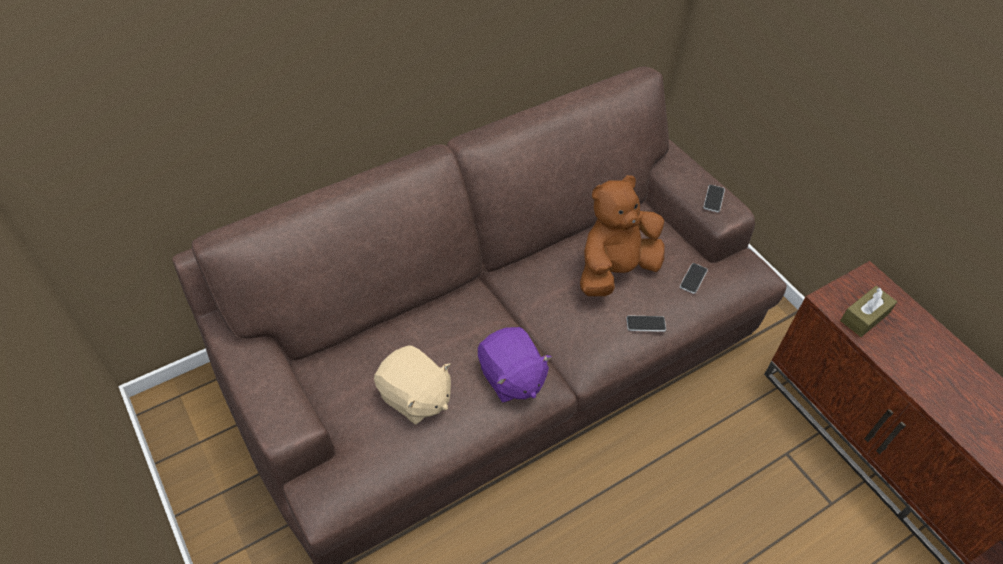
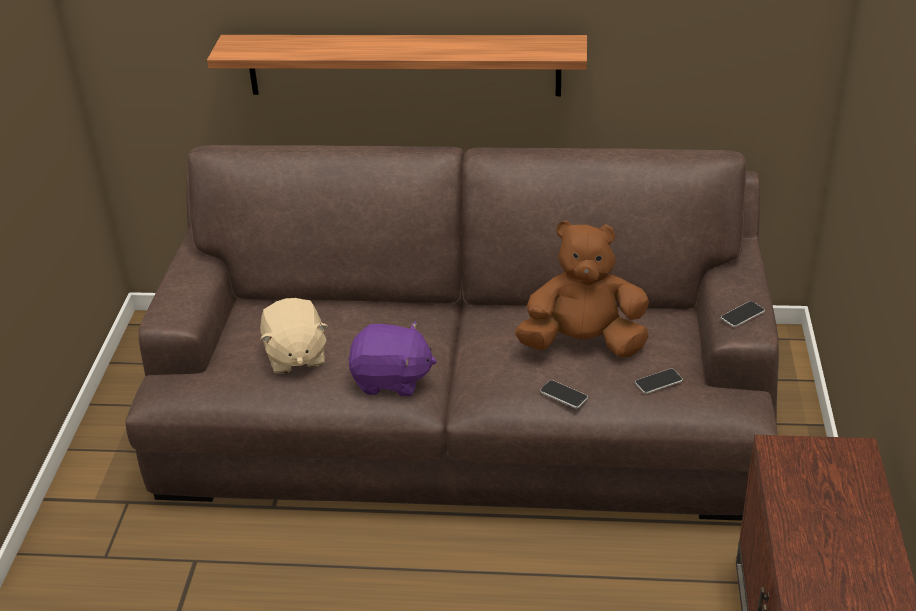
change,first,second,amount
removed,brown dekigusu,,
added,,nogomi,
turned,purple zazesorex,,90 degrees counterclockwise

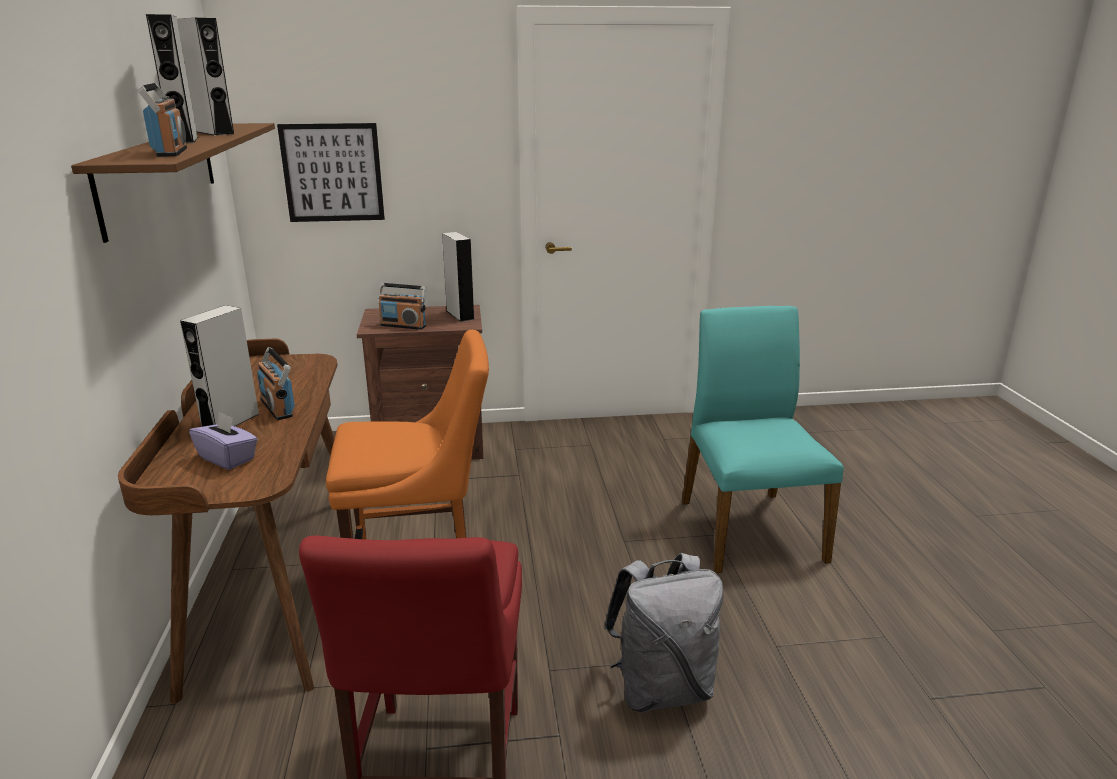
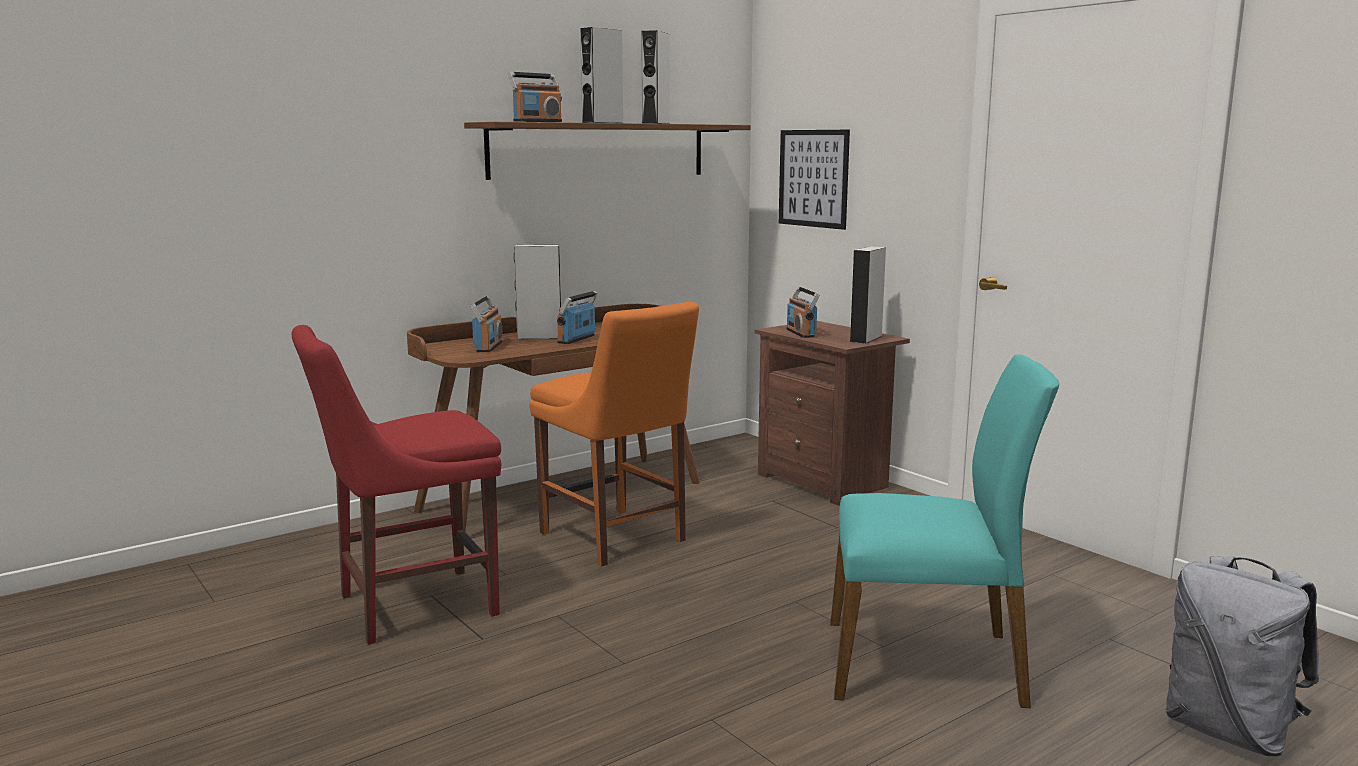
change,first,second,amount
moved,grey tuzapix,,
replaced,purple dekigusu,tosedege (1st from left),
turned,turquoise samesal,,45 degrees clockwise

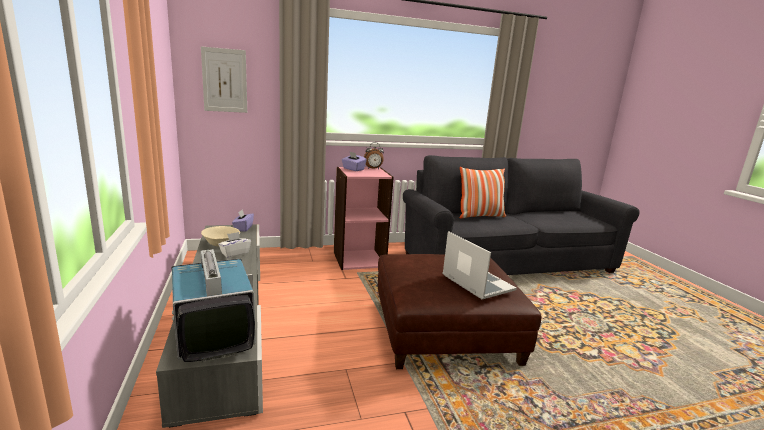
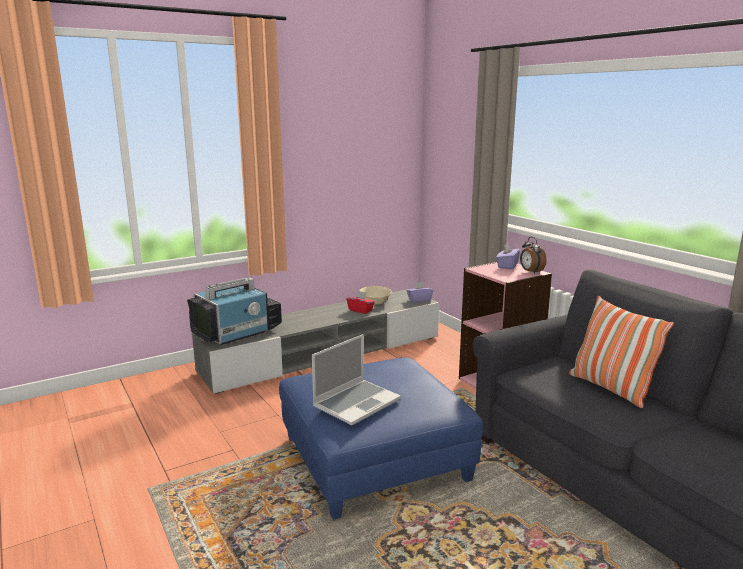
change,first,second,amount
removed,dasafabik,,
recoloured,white dekigusu,red dekigusu,
recoloured,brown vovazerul,blue vovazerul,

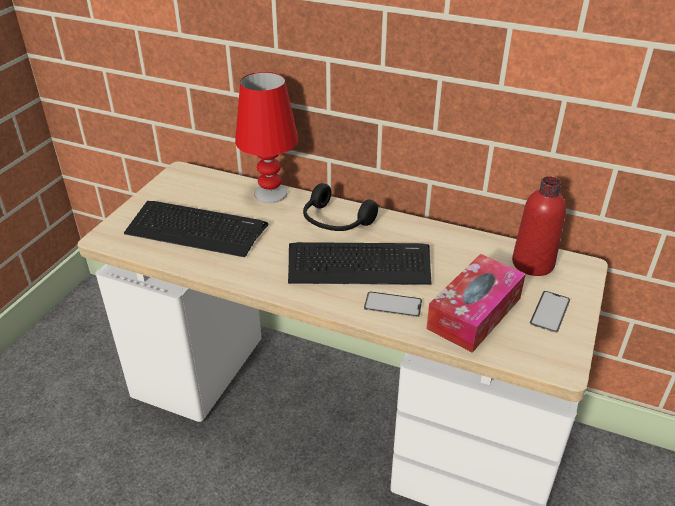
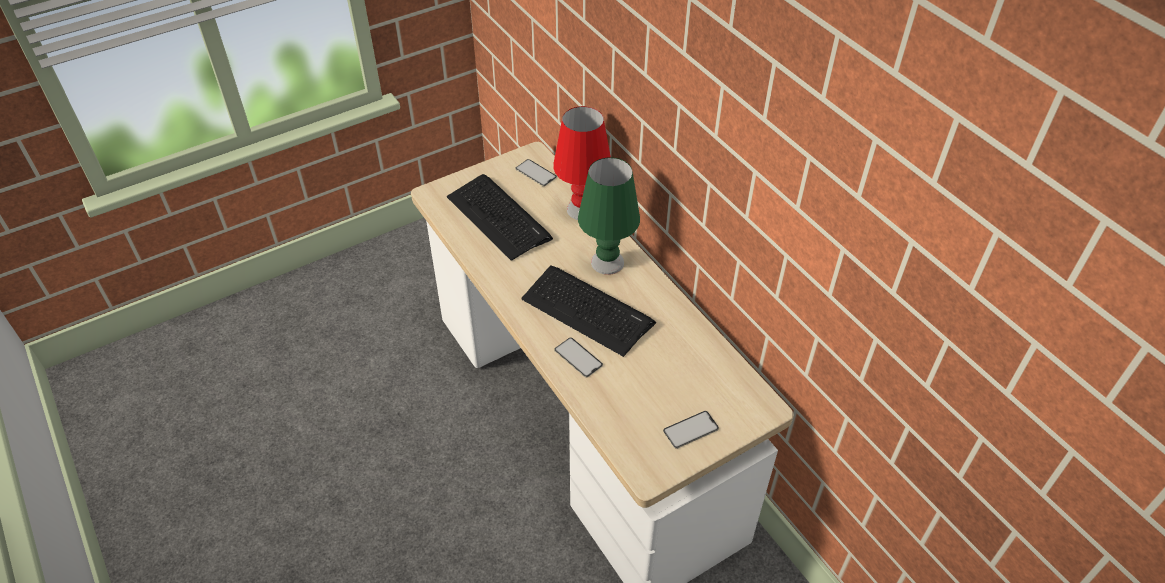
change,first,second,amount
removed,dekigusu,,
removed,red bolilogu,,
added,,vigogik (1st from left),
replaced,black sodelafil,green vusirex,

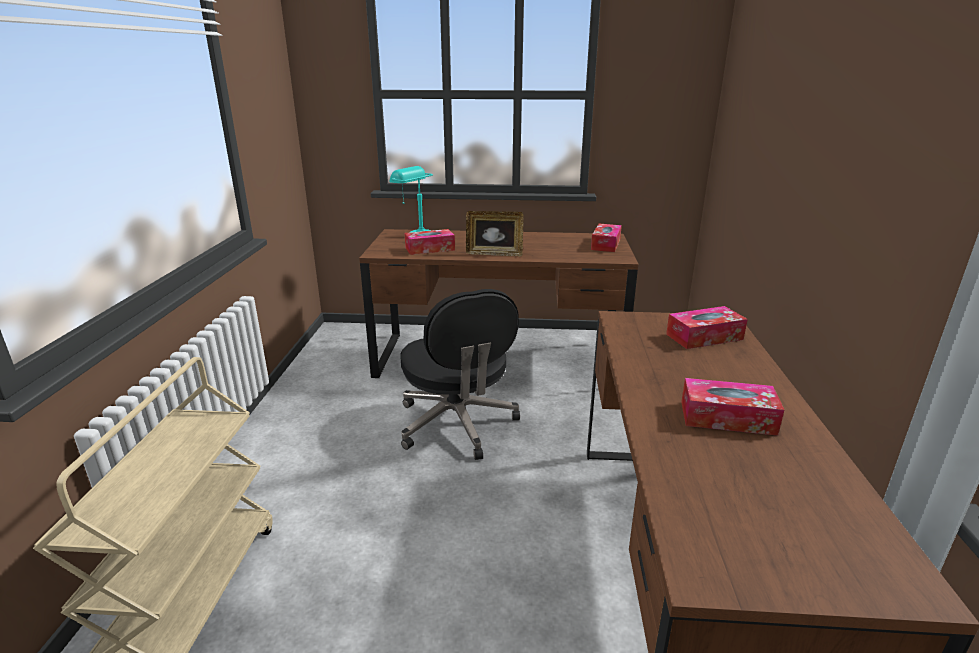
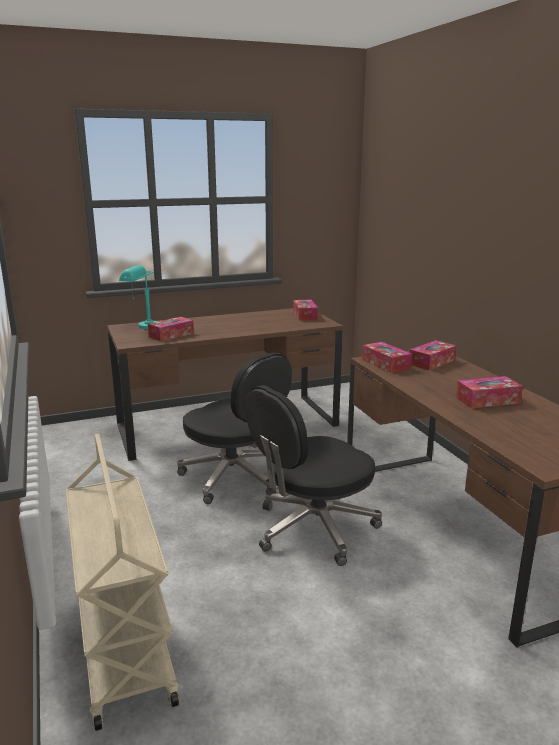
change,first,second,amount
removed,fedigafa,,
added,,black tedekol (2nd from left),
added,,dekigusu (3rd from left),

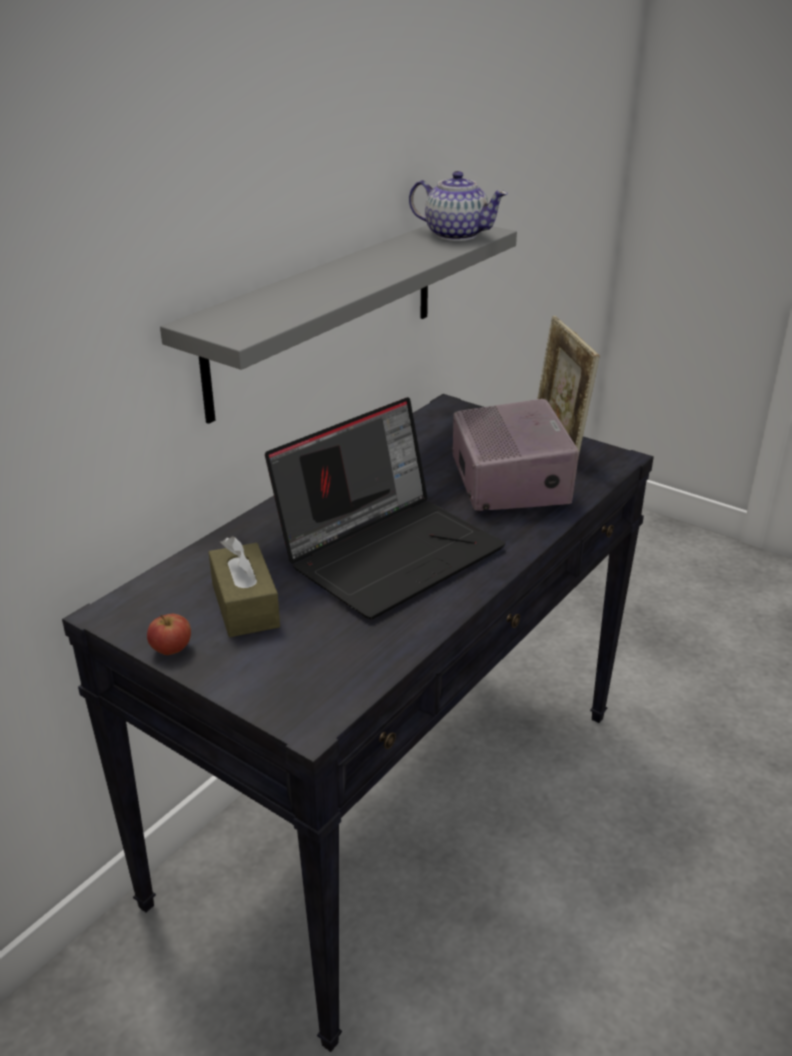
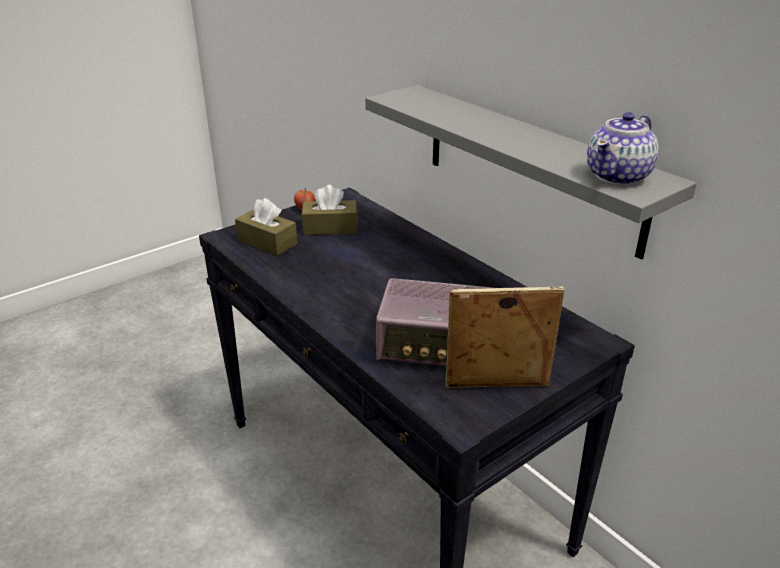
change,first,second,amount
removed,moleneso,,
added,,brown dekigusu (1st from left),

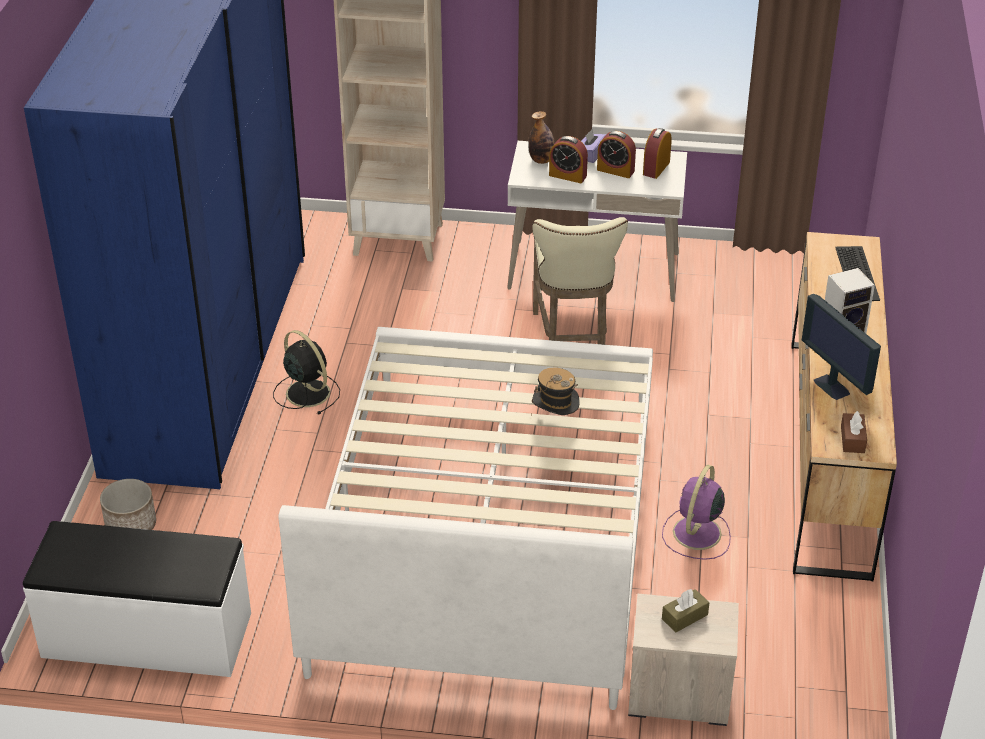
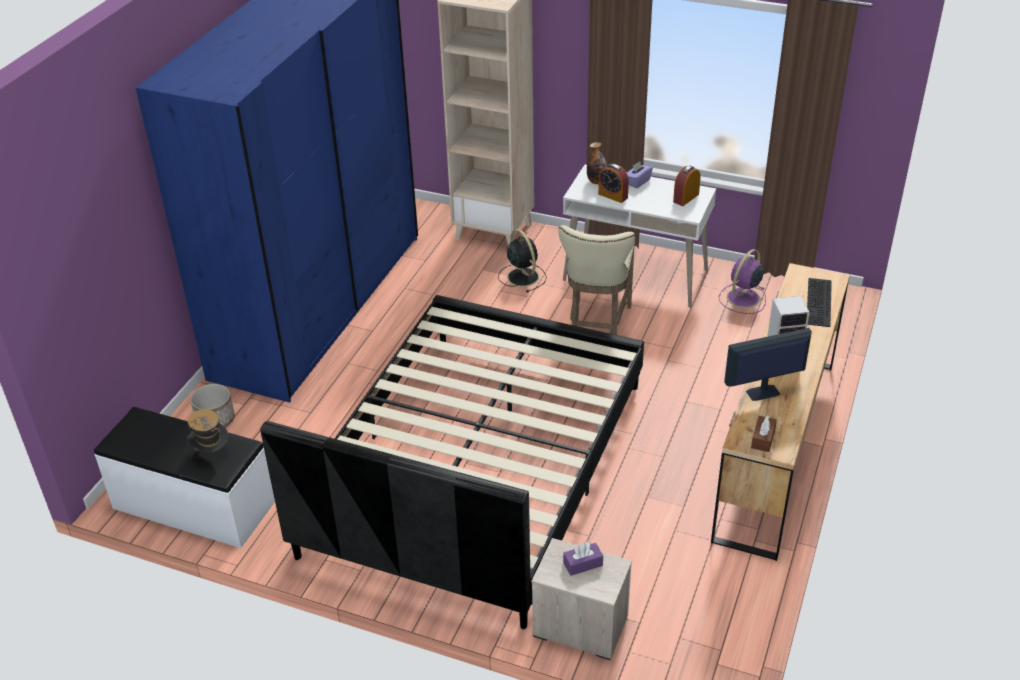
change,first,second,amount
removed,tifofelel (2nd from left),,
moved,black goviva,,
moved,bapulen,,
moved,purple goviva,,
recoloured,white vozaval,black vozaval,
recoloured,brown dekigusu (1st from left),purple dekigusu (1st from left),
turned,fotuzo,,90 degrees clockwise

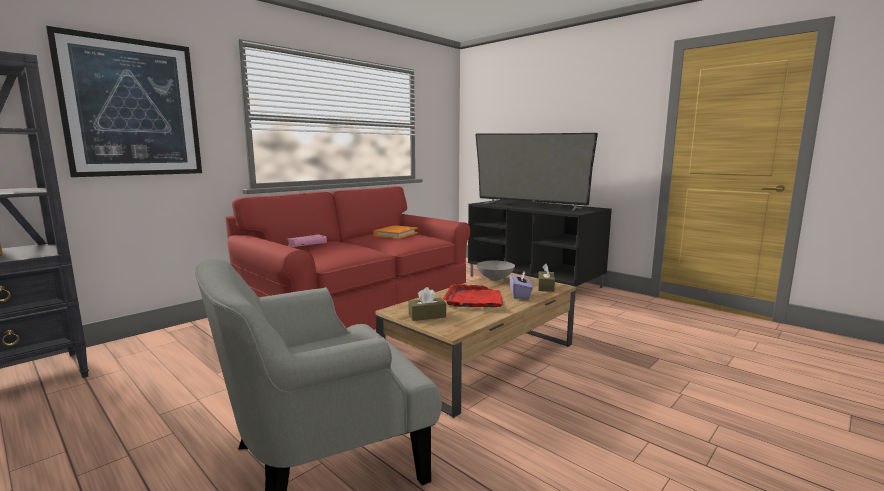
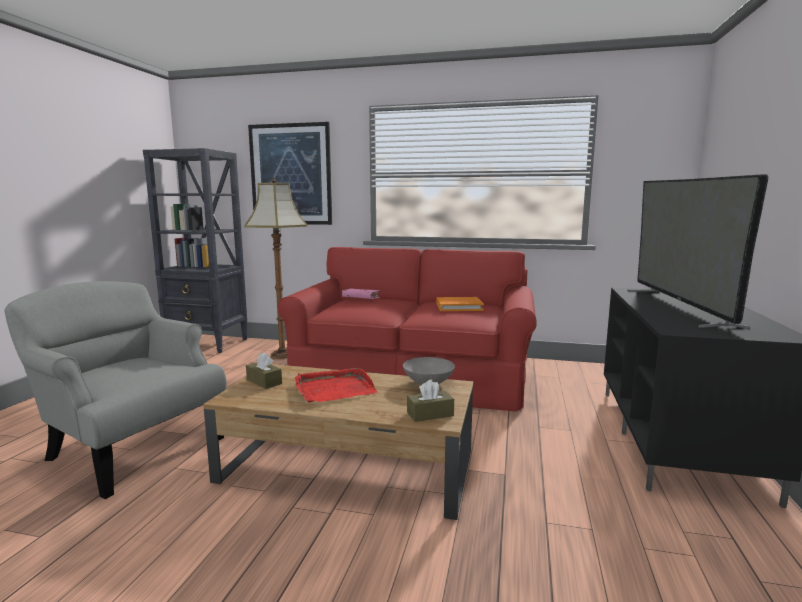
change,first,second,amount
removed,purple dekigusu,,
added,,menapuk,

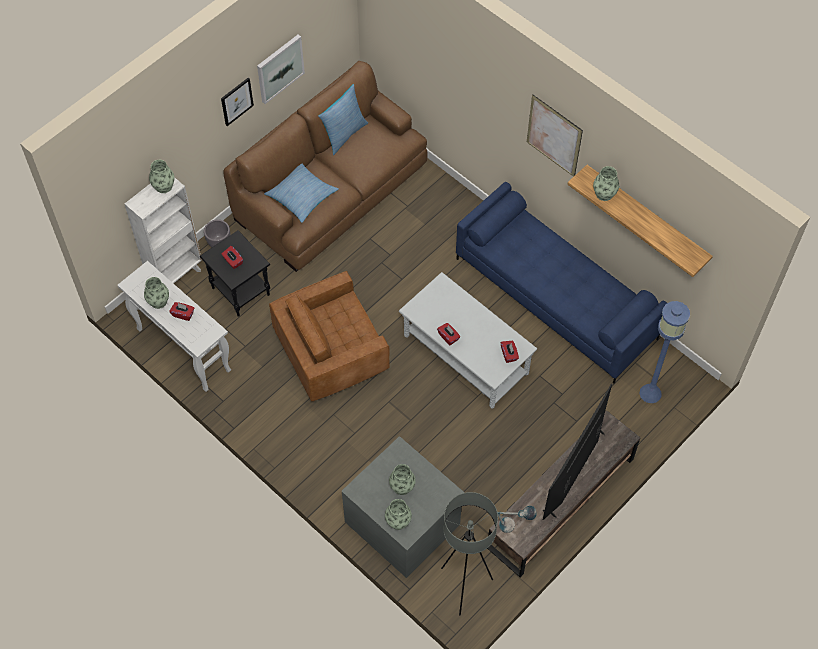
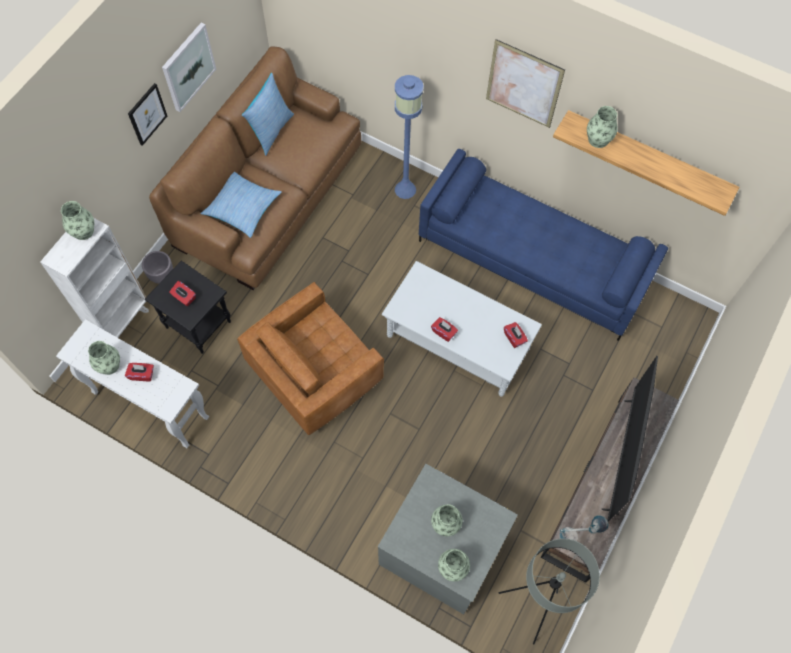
change,first,second,amount
moved,blue menapuk,,

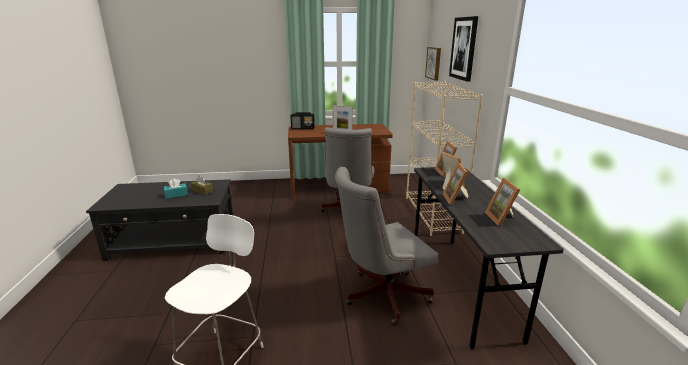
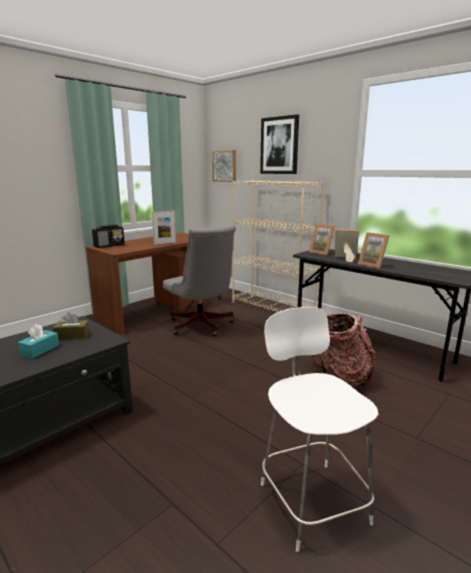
change,first,second,amount
removed,fedigafa (5th from left),,
replaced,grey tedekol (2nd from left),tuzapix,

